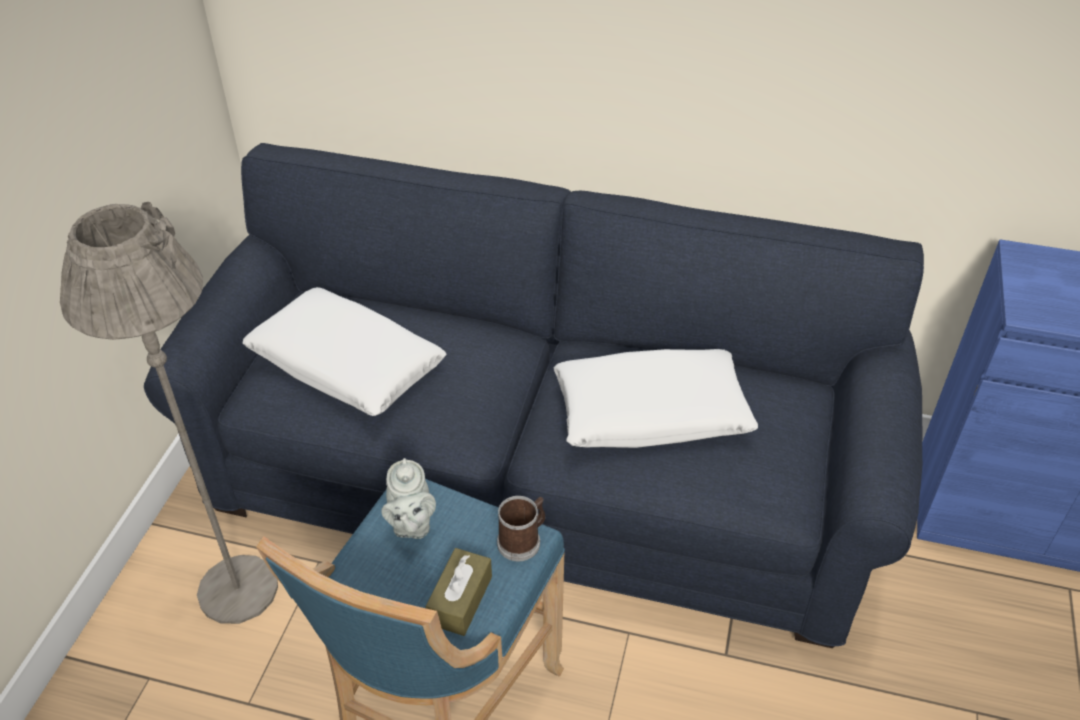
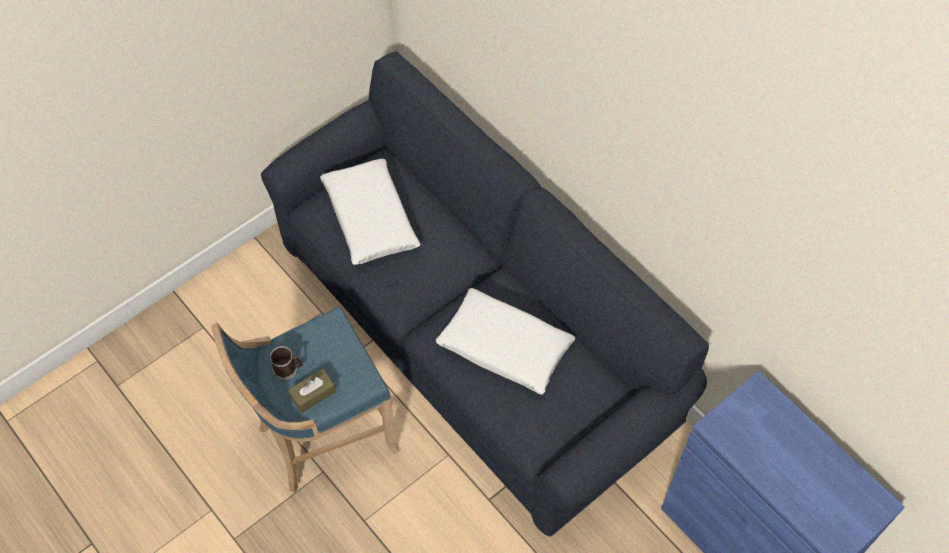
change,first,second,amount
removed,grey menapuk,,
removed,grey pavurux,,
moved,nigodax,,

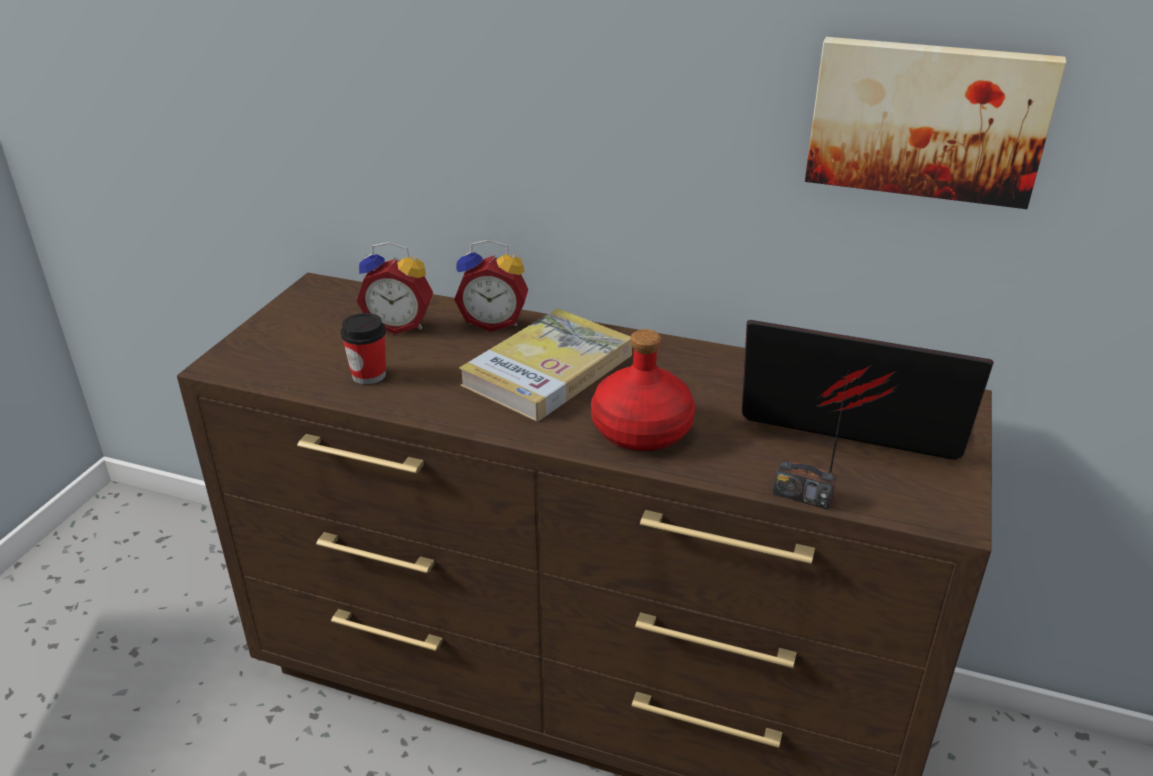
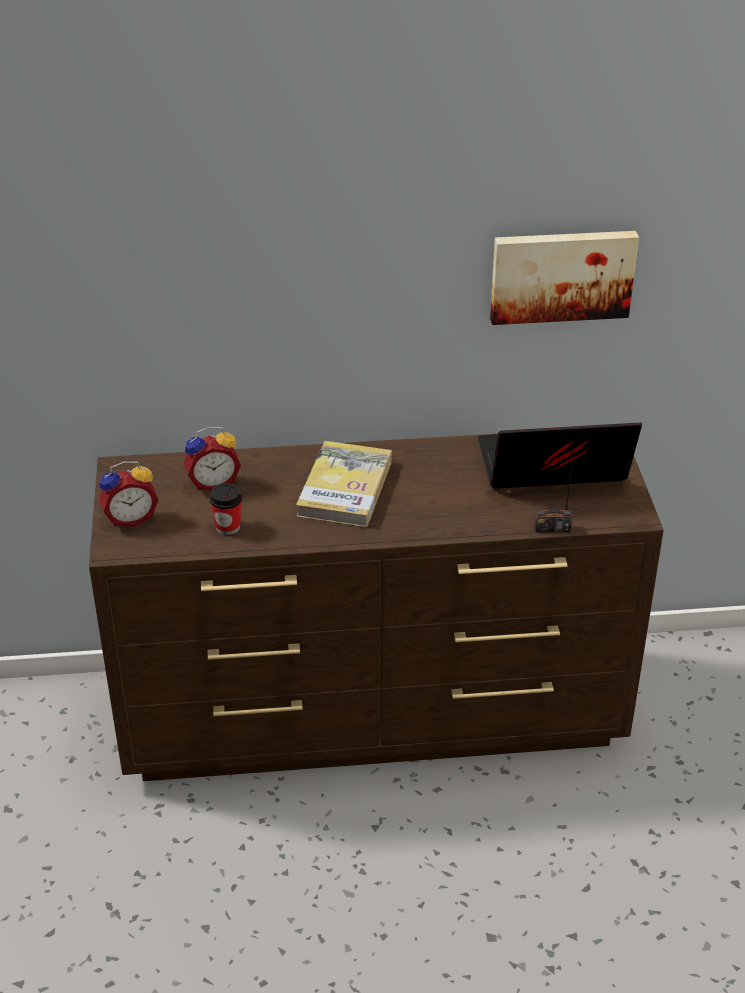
change,first,second,amount
removed,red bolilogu,,
moved,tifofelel (2nd from left in the first image),tifofelel (1st from left),

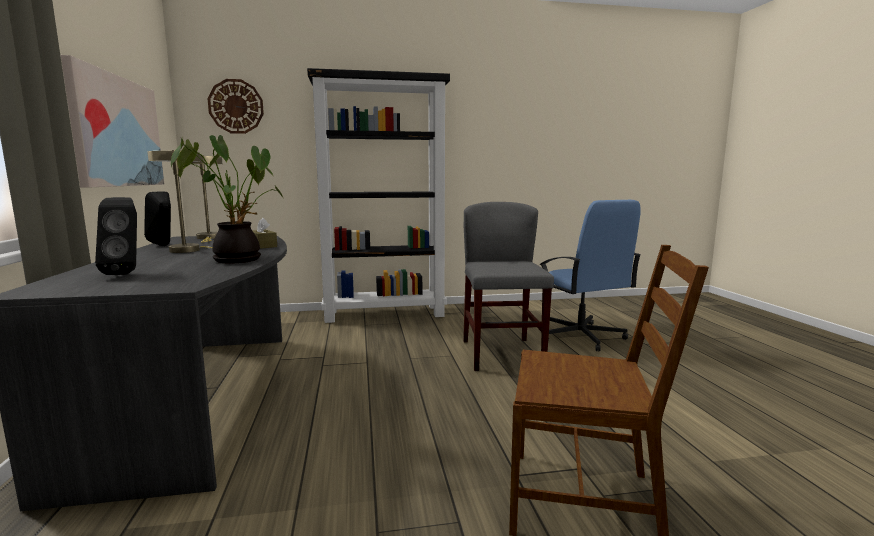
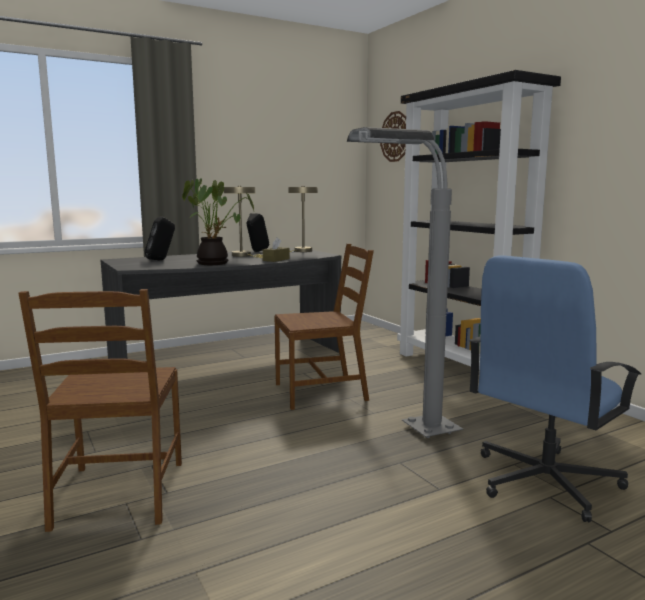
change,first,second,amount
removed,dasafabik,,
added,,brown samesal (2nd from left),
replaced,grey samesal,grey menapuk,

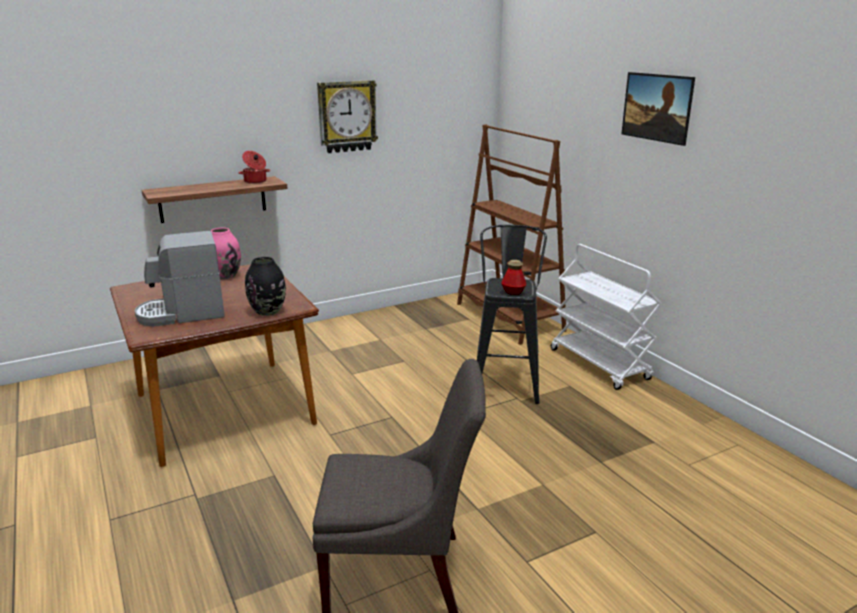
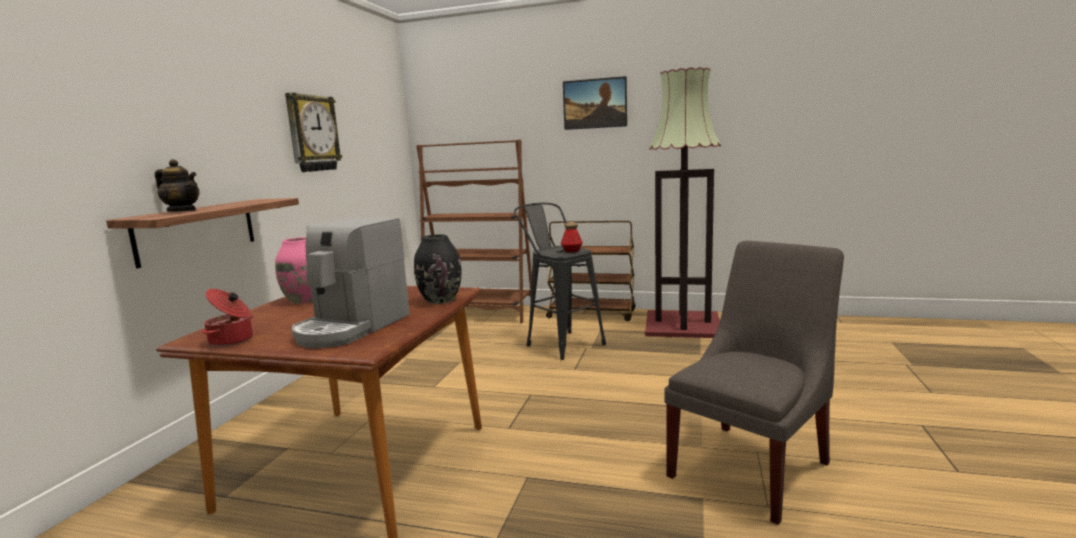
change,first,second,amount
added,,pavurux,
added,,menapuk,
moved,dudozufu,,
recoloured,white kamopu,brown kamopu,

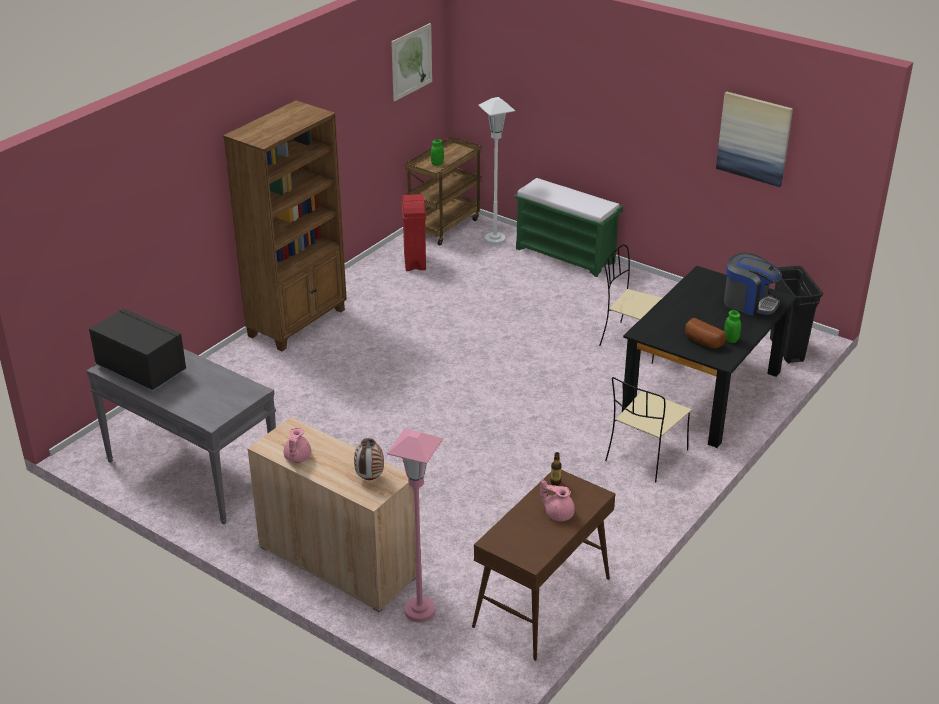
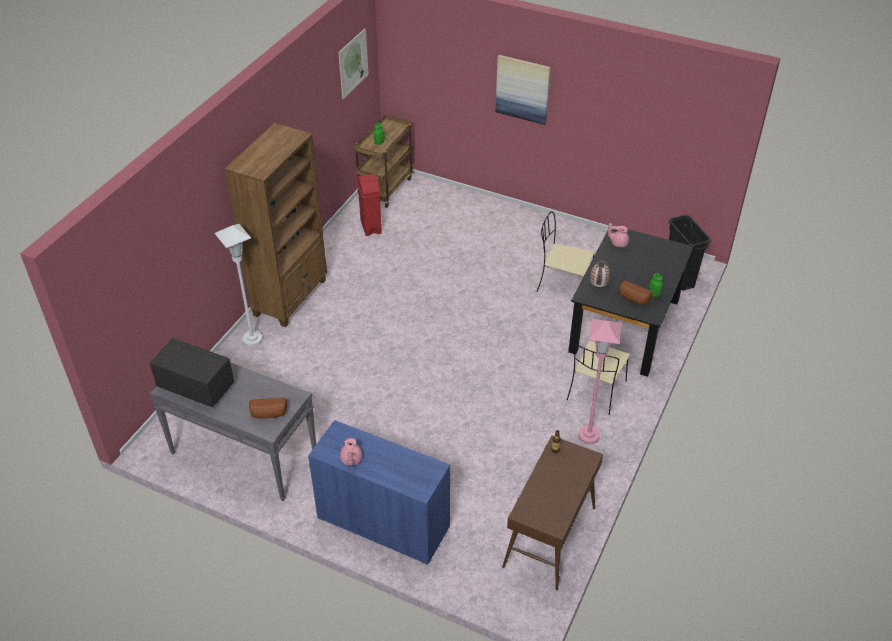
change,first,second,amount
removed,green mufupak,,
removed,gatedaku,,
added,,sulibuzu (1st from left),
moved,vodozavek,,
moved,pink menapuk,,
moved,white menapuk,,
moved,pink pavurux (2nd from left),,
moved,dasafabik (2nd from left),,
recoloured,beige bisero,blue bisero,

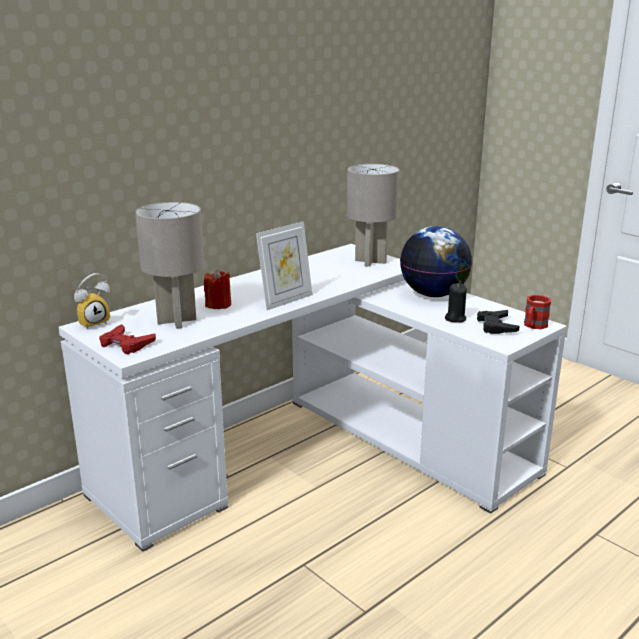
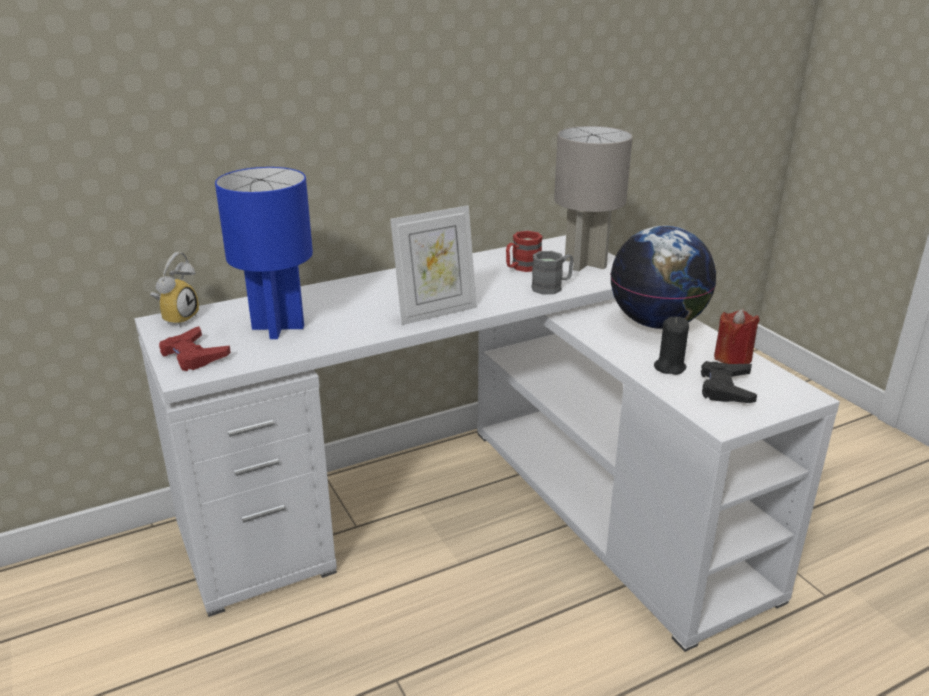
change,first,second,amount
added,,grey nigodax,
moved,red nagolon,,
moved,red nigodax,,
recoloured,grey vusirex (1st from left),blue vusirex,
turned,tifofelel,,45 degrees counterclockwise

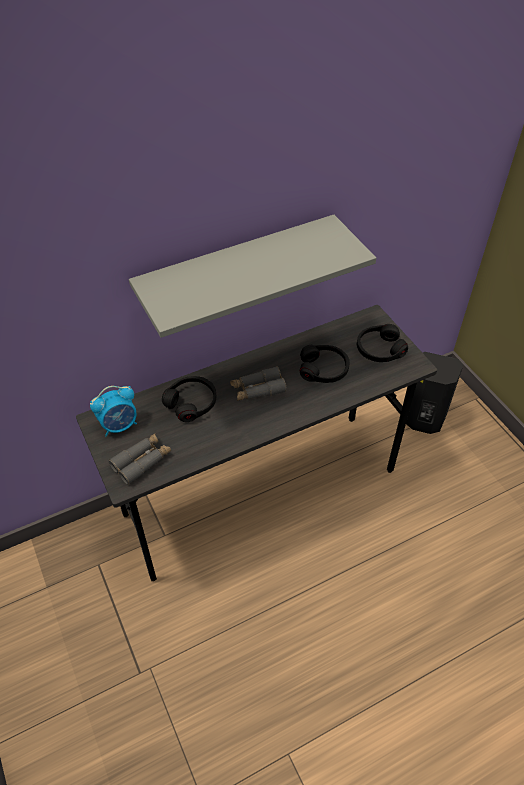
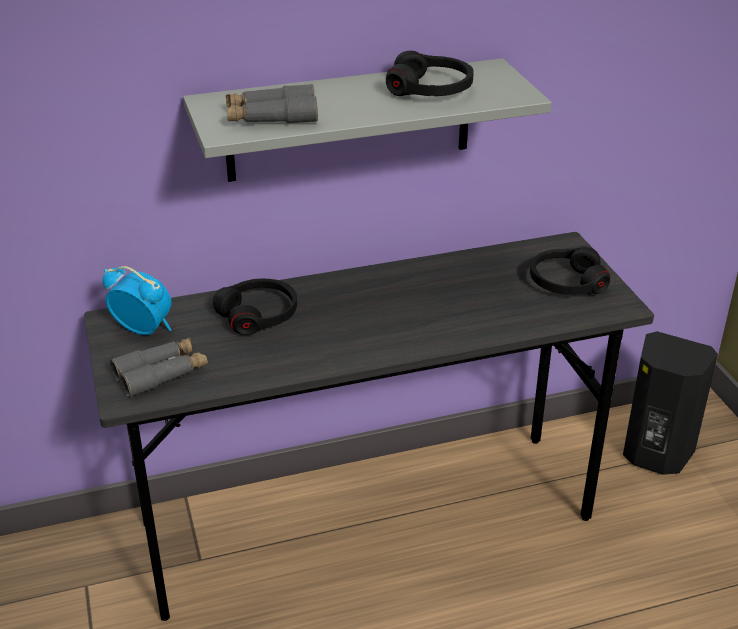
change,first,second,amount
moved,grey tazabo (2nd from left),,
moved,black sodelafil (2nd from left),,
turned,tifofelel,,135 degrees counterclockwise

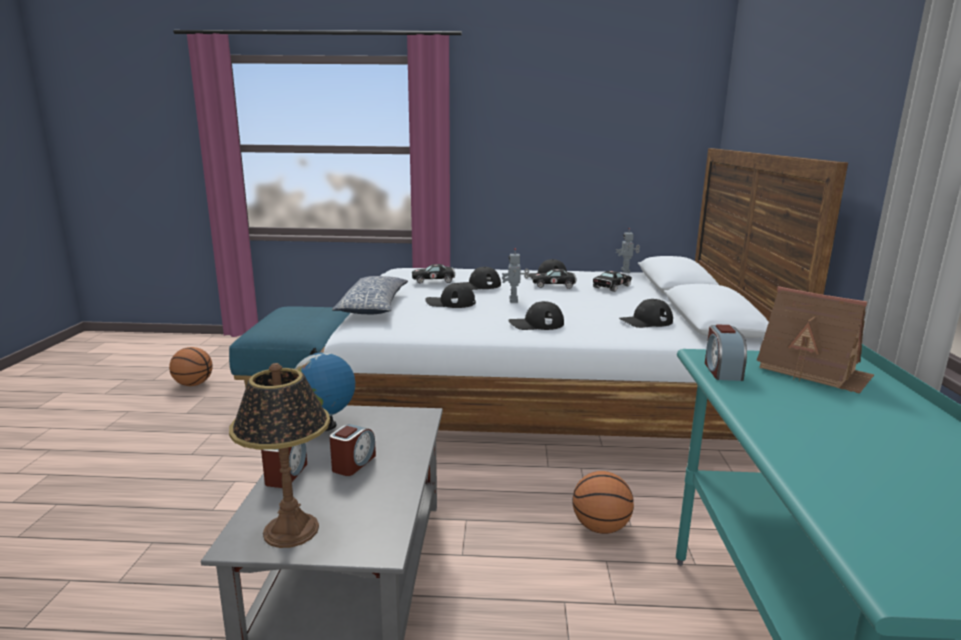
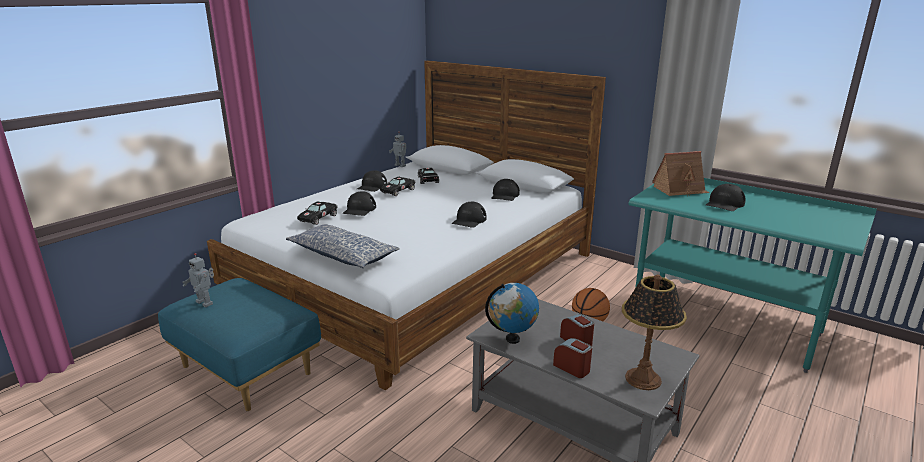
change,first,second,amount
removed,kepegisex (1st from left),,
removed,tifofelel (3rd from left),,
moved,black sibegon (1st from left in the first image),black sibegon (5th from left),
moved,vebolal (1st from left),,

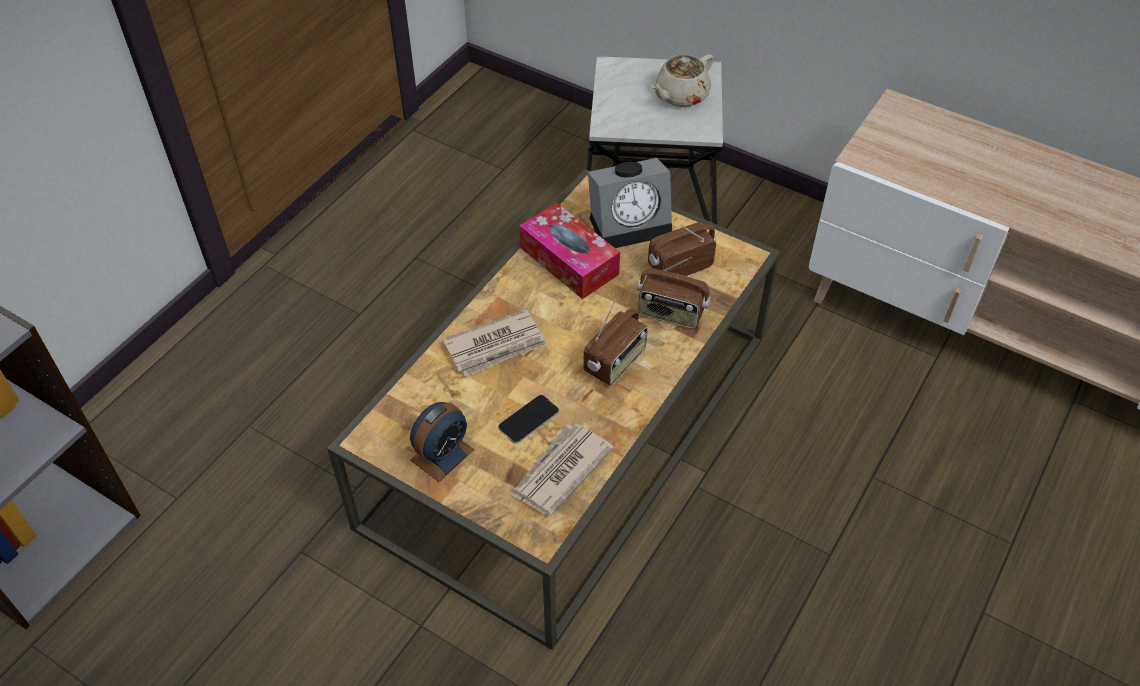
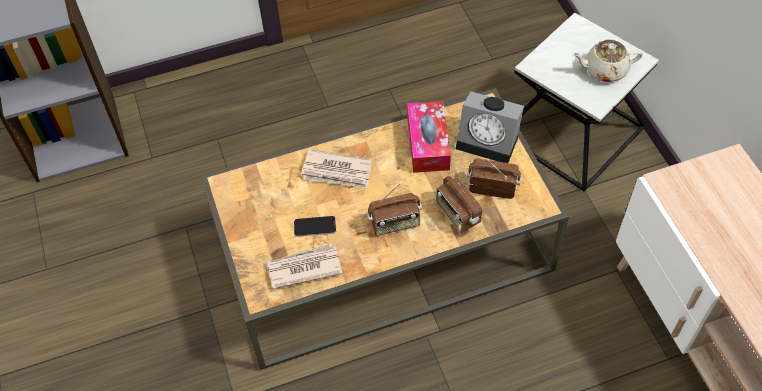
change,first,second,amount
removed,tifofelel (1st from left),,

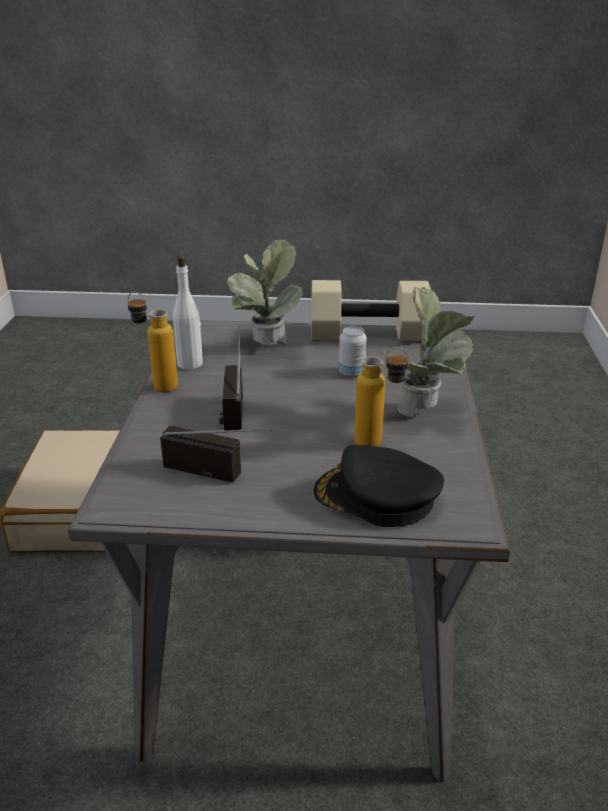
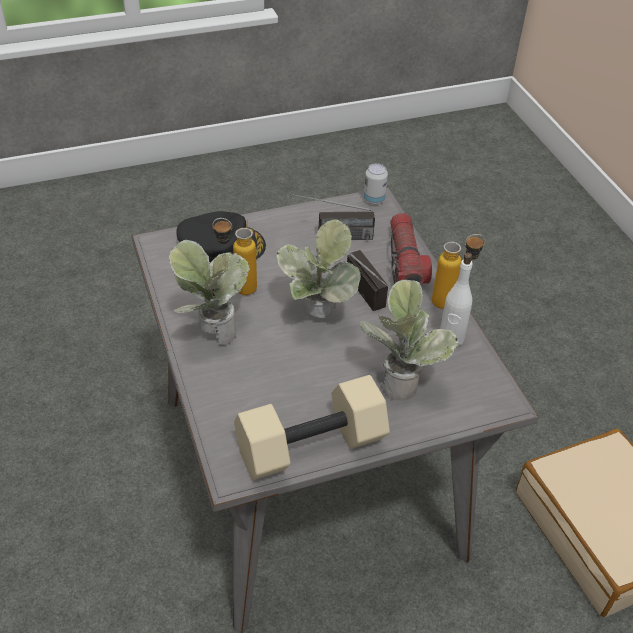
change,first,second,amount
added,,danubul (2nd from left),
added,,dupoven,
moved,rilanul,,

